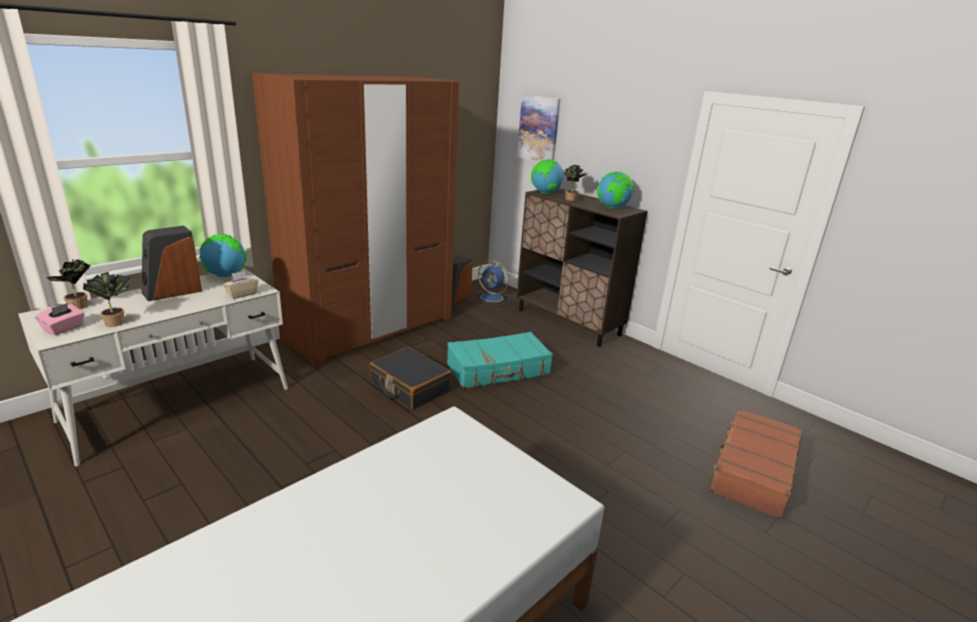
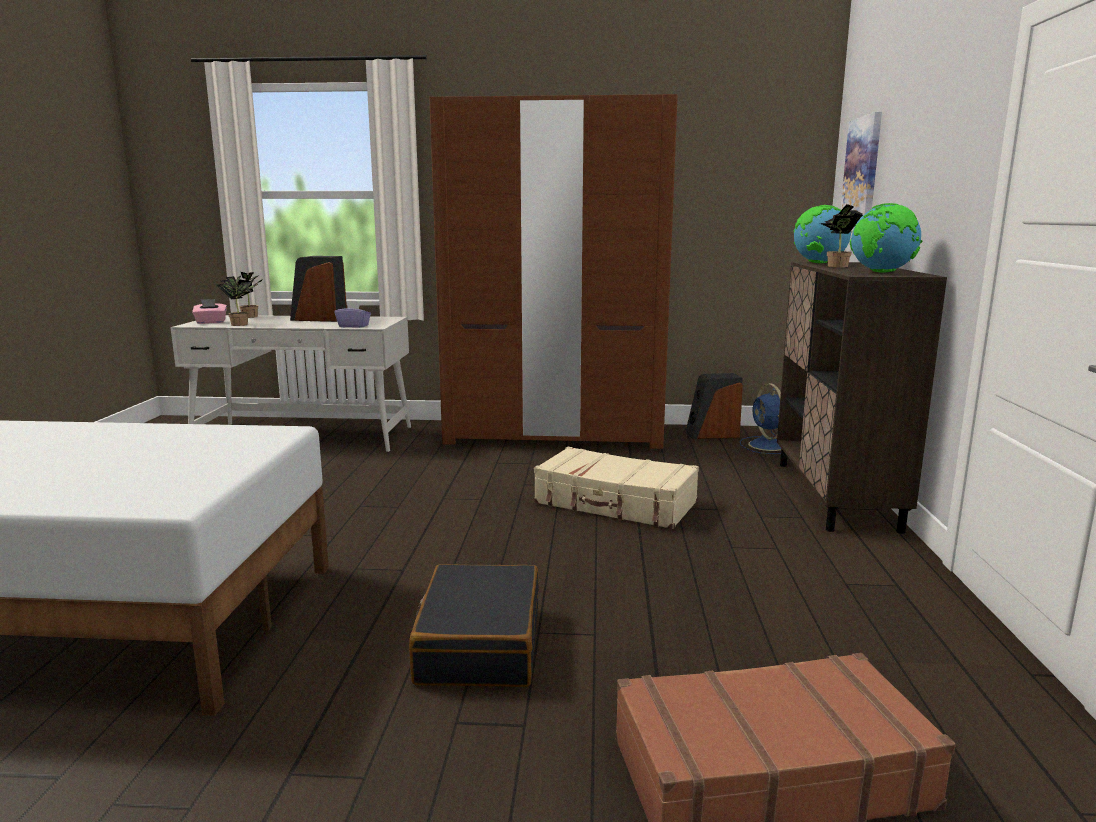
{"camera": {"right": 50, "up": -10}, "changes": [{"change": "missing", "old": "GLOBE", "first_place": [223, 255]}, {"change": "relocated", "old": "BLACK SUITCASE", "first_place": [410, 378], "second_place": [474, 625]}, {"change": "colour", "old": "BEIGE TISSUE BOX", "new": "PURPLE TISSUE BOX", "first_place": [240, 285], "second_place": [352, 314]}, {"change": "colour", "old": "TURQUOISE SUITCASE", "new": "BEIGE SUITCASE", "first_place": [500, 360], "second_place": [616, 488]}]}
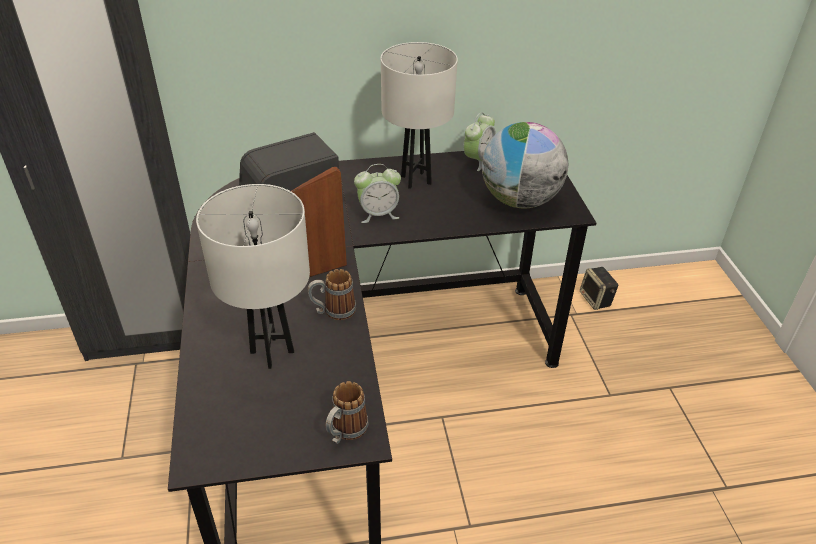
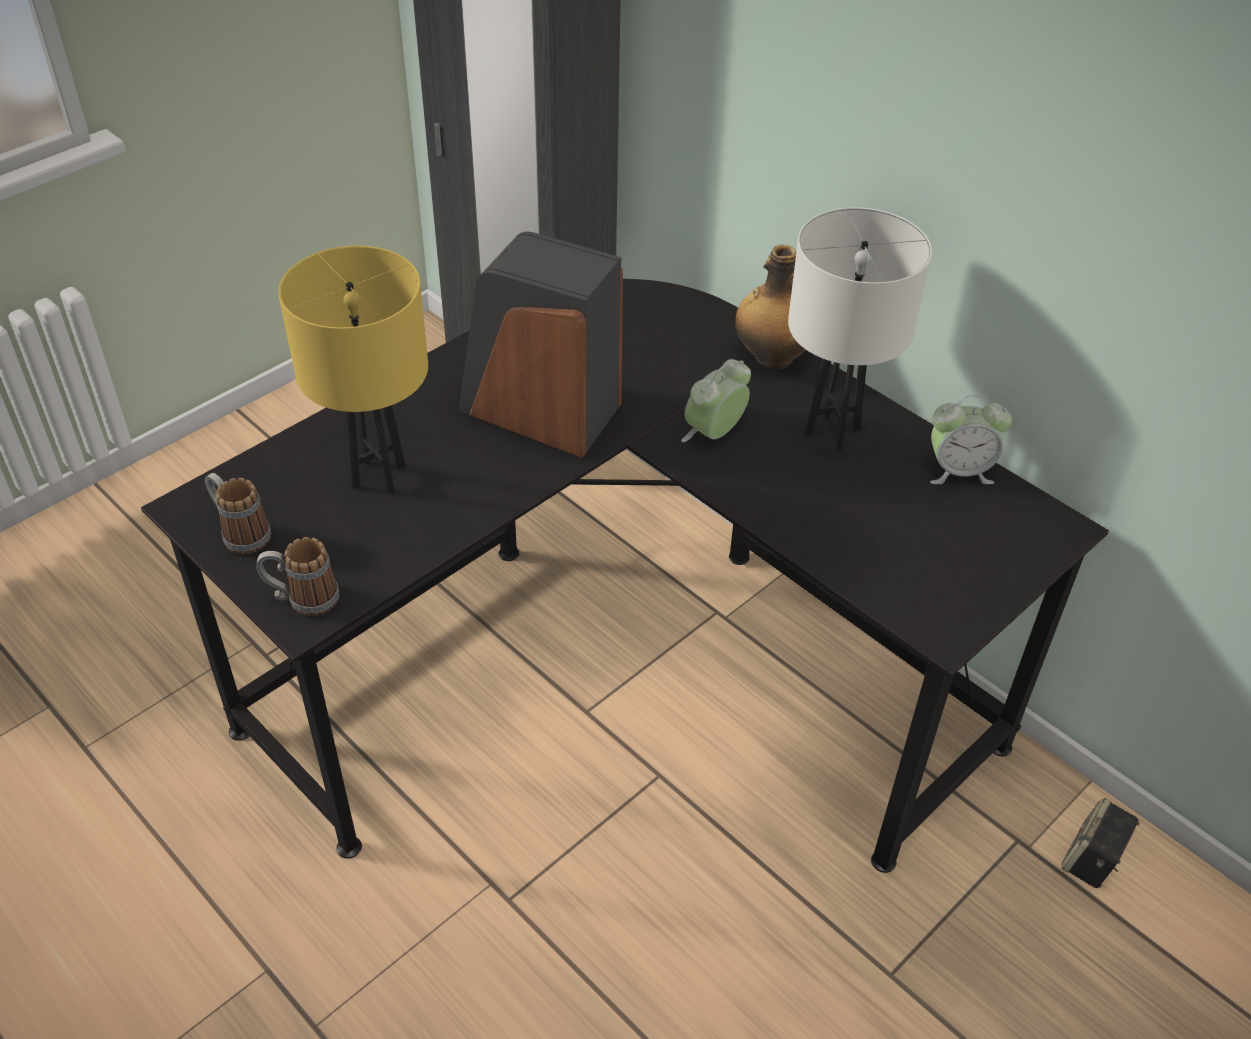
{"camera": {"right": 55, "up": 5}, "changes": [{"change": "missing", "old": "GLOBE", "first_place": [525, 165]}, {"change": "appeared", "new": "BOTTLE", "second_place": [770, 307]}, {"change": "relocated", "old": "MUG", "first_place": [331, 294], "second_place": [238, 513]}, {"change": "colour", "old": "WHITE TABLE LAMP", "new": "YELLOW TABLE LAMP", "first_place": [253, 276], "second_place": [353, 370]}, {"change": "spun", "old": "ALARM CLOCK", "first_place": [377, 193], "second_place": [716, 400], "degrees": 90}]}
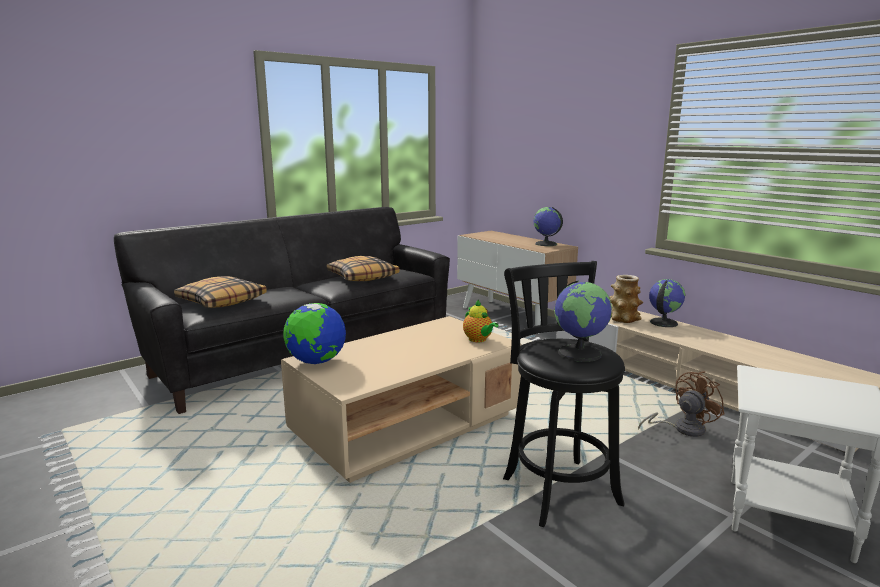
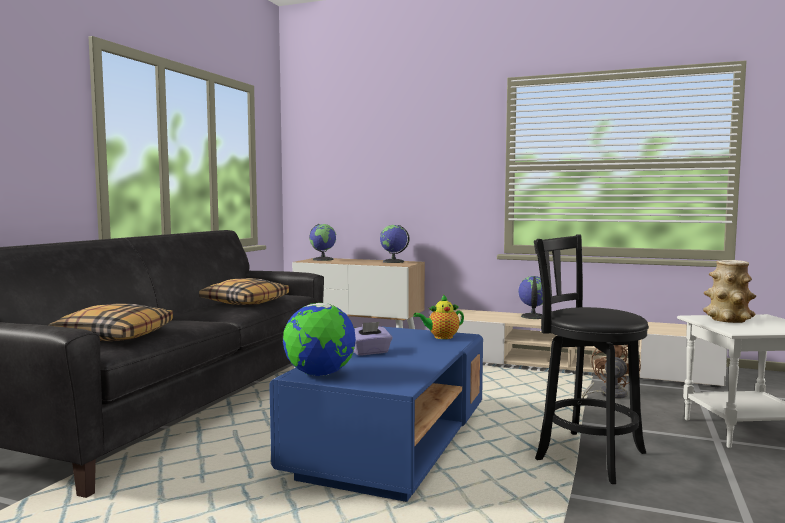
{"camera": {"right": -30, "up": -10}, "changes": [{"change": "appeared", "new": "PURPLE TISSUE BOX", "second_place": [372, 339]}, {"change": "relocated", "old": "GLOBE", "first_place": [583, 321], "second_place": [322, 242]}, {"change": "relocated", "old": "VASE", "first_place": [626, 299], "second_place": [729, 291]}, {"change": "colour", "old": "BEIGE COFFEE TABLE", "new": "BLUE COFFEE TABLE", "first_place": [401, 399], "second_place": [376, 414]}, {"change": "spun", "old": "TEAPOT", "first_place": [481, 321], "second_place": [438, 316], "degrees": 135}]}
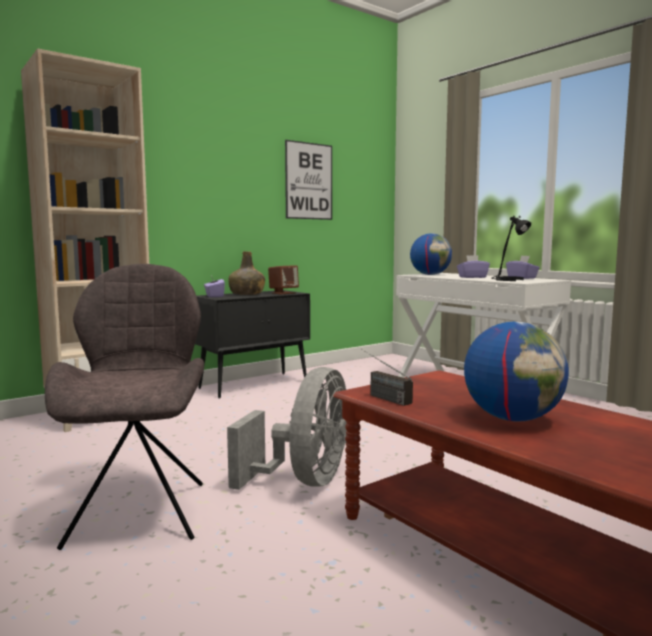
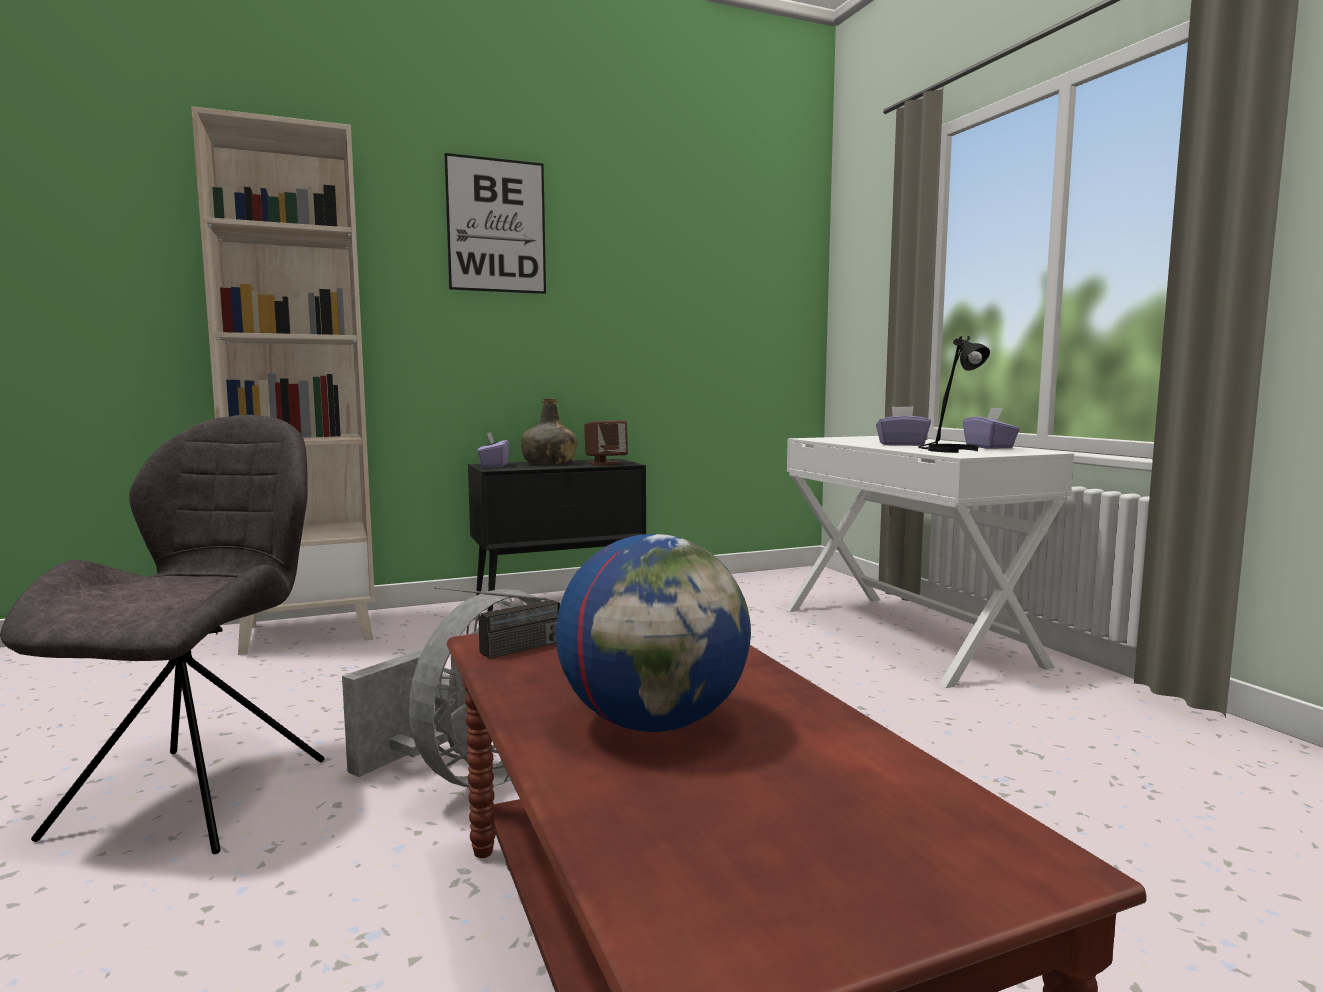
{"camera": {"right": 15, "up": 0}, "changes": [{"change": "missing", "old": "GLOBE", "first_place": [431, 254]}, {"change": "relocated", "old": "PICTURE", "first_place": [308, 180], "second_place": [495, 223]}, {"change": "spun", "old": "RADIO", "first_place": [387, 377], "second_place": [497, 623], "degrees": -105}]}
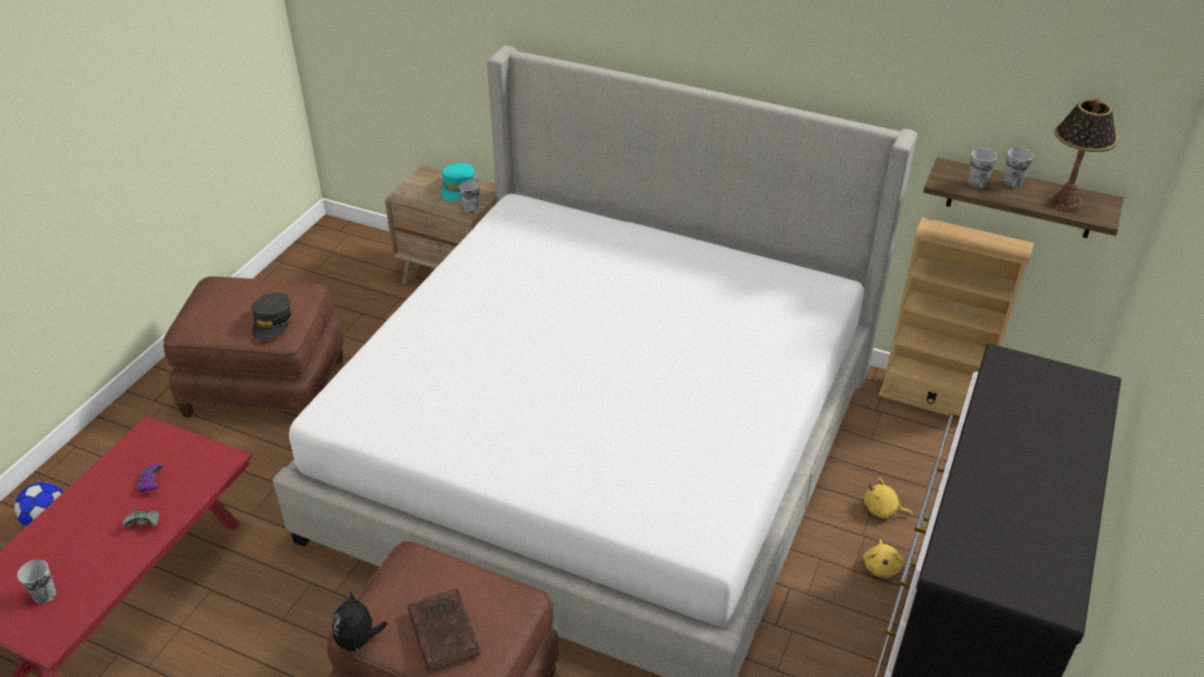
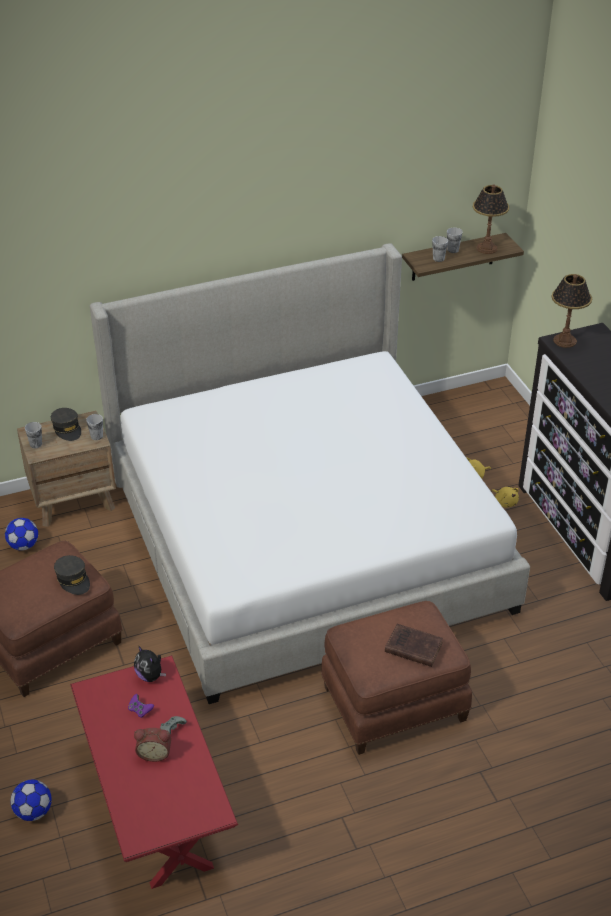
{"camera": {"right": -45, "up": 0}, "changes": [{"change": "missing", "old": "BEIGE BOOKCASE", "first_place": [956, 316]}, {"change": "appeared", "new": "FOOTBALL", "second_place": [21, 534]}, {"change": "appeared", "new": "ALARM CLOCK", "second_place": [152, 745]}, {"change": "appeared", "new": "TABLE LAMP", "second_place": [571, 311]}, {"change": "relocated", "old": "CUP", "first_place": [36, 582], "second_place": [33, 435]}, {"change": "relocated", "old": "PLUSH TOY", "first_place": [360, 623], "second_place": [150, 663]}, {"change": "colour", "old": "TURQUOISE CAP", "new": "GREY CAP", "first_place": [458, 182], "second_place": [66, 424]}]}
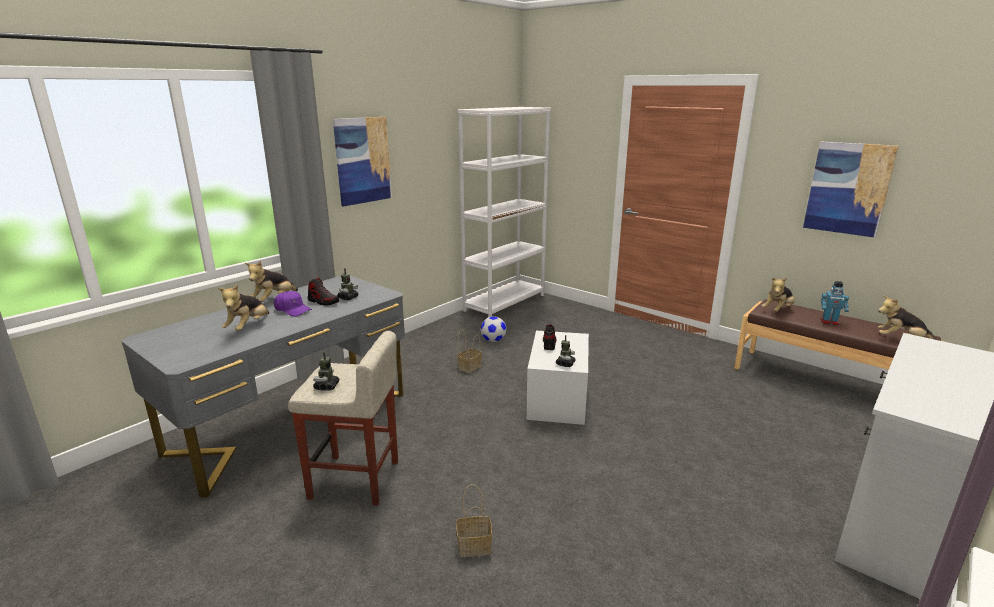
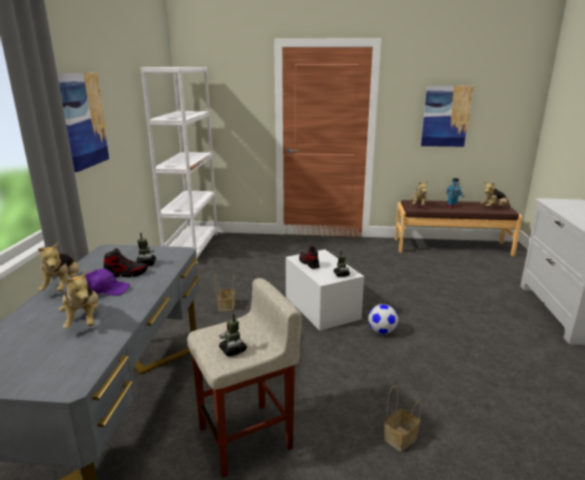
{"camera": {"right": -35, "up": 0}, "changes": [{"change": "relocated", "old": "FOOTBALL", "first_place": [493, 329], "second_place": [383, 319]}]}
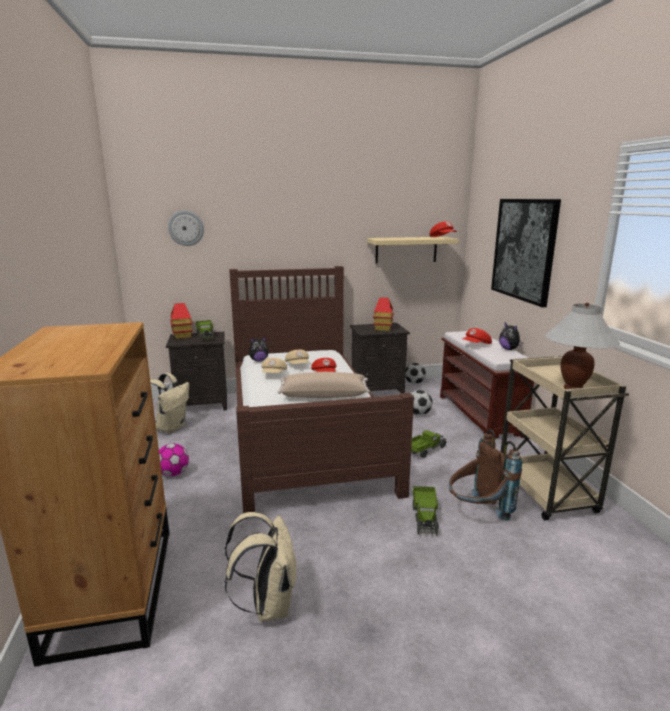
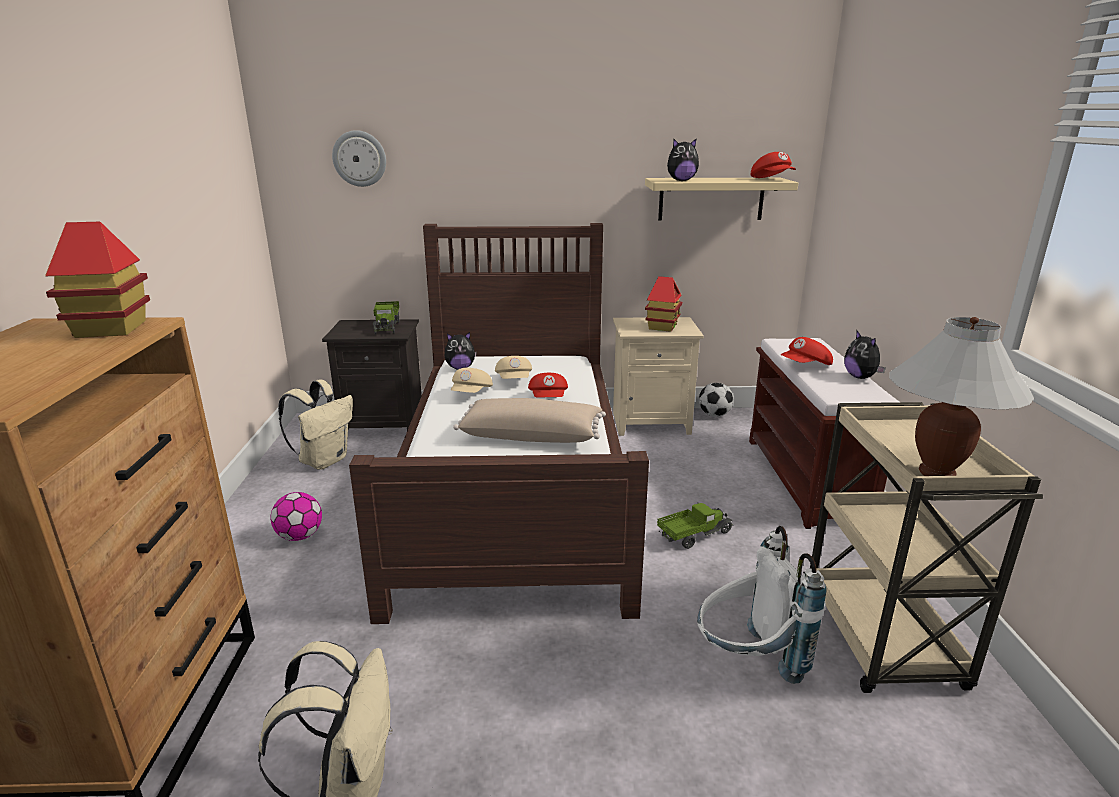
{"camera": {"right": 10, "up": 5}, "changes": [{"change": "missing", "old": "FOOTBALL", "first_place": [422, 402]}, {"change": "missing", "old": "TOY TRUCK", "first_place": [427, 510]}, {"change": "missing", "old": "PICTURE", "first_place": [526, 253]}, {"change": "appeared", "new": "PLUSH TOY", "second_place": [683, 159]}, {"change": "relocated", "old": "TOY HOUSE", "first_place": [181, 321], "second_place": [97, 280]}, {"change": "colour", "old": "BLACK NIGHTSTAND", "new": "BEIGE NIGHTSTAND", "first_place": [380, 358], "second_place": [658, 376]}, {"change": "colour", "old": "BROWN BACKPACK", "new": "WHITE BACKPACK", "first_place": [485, 475], "second_place": [761, 605]}]}
